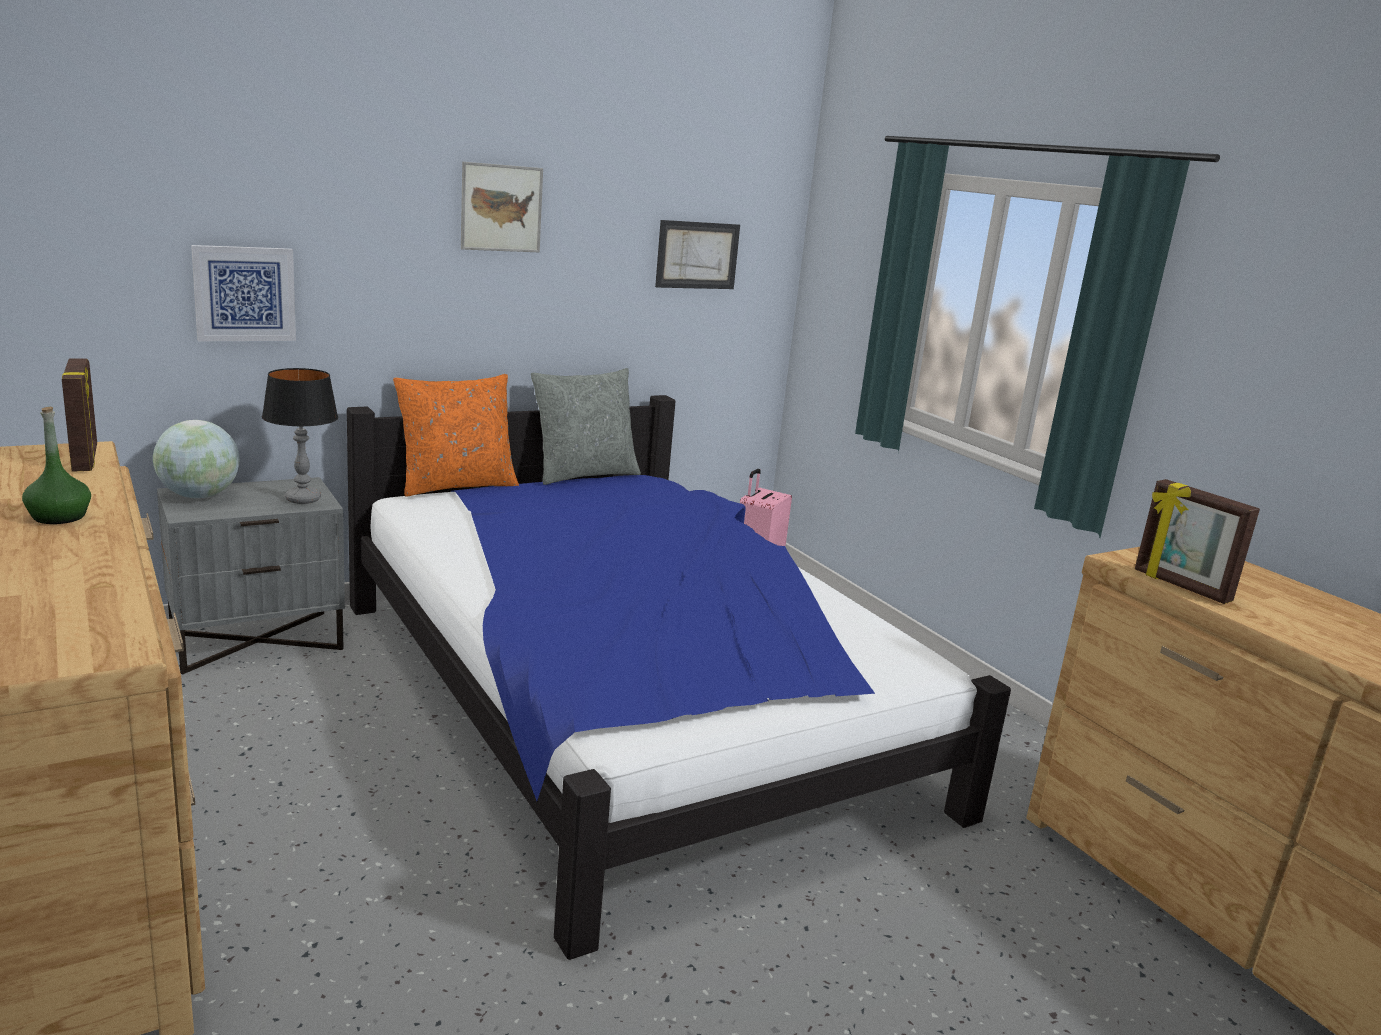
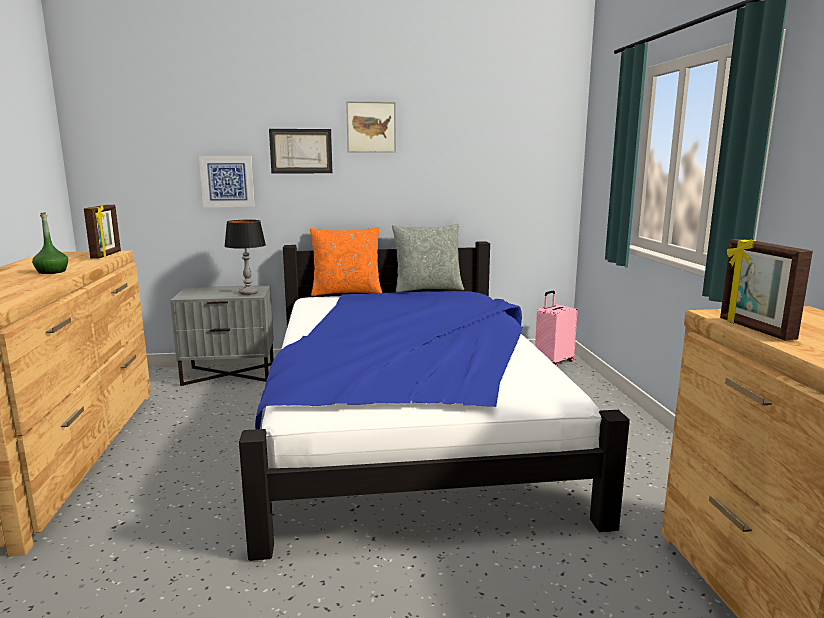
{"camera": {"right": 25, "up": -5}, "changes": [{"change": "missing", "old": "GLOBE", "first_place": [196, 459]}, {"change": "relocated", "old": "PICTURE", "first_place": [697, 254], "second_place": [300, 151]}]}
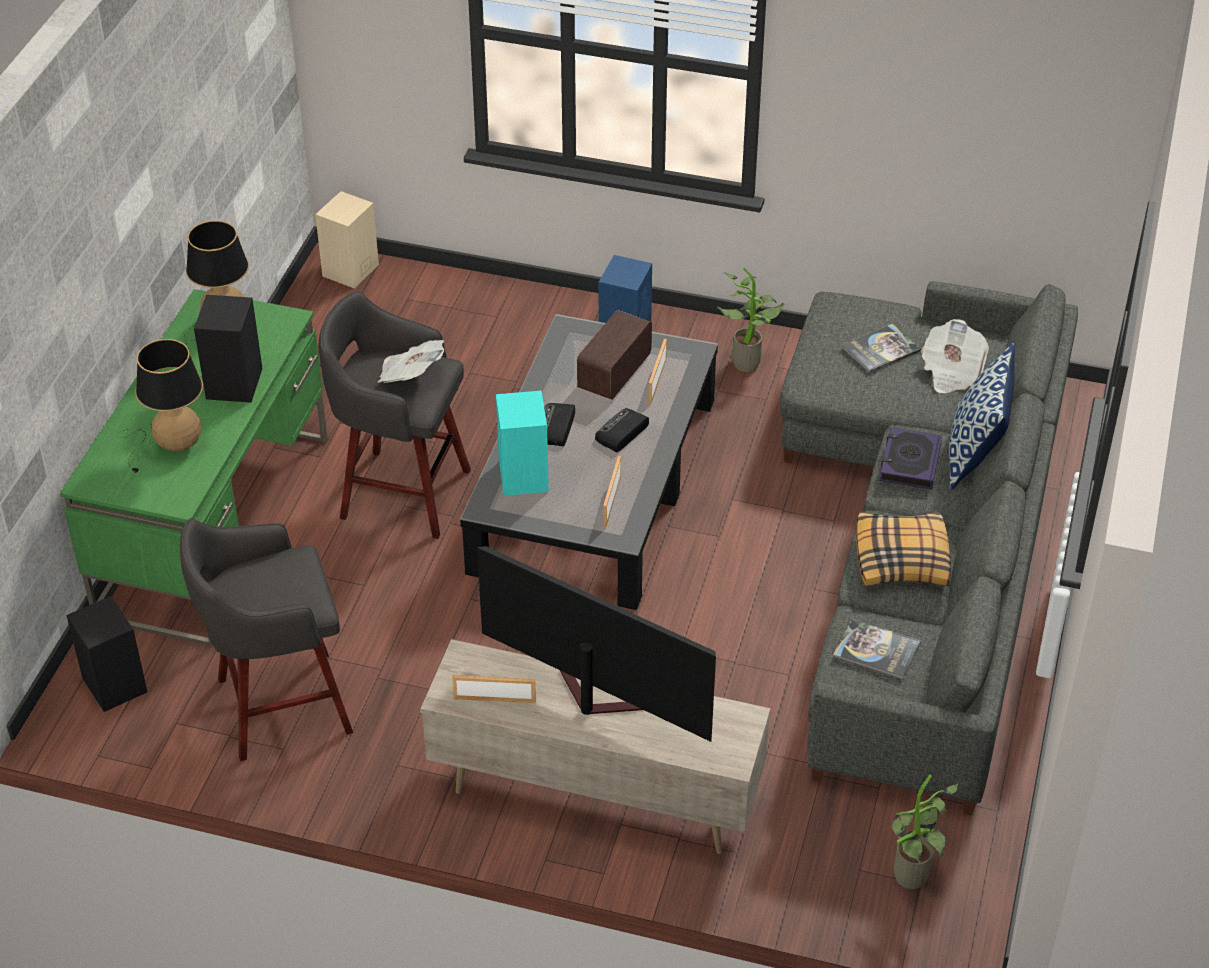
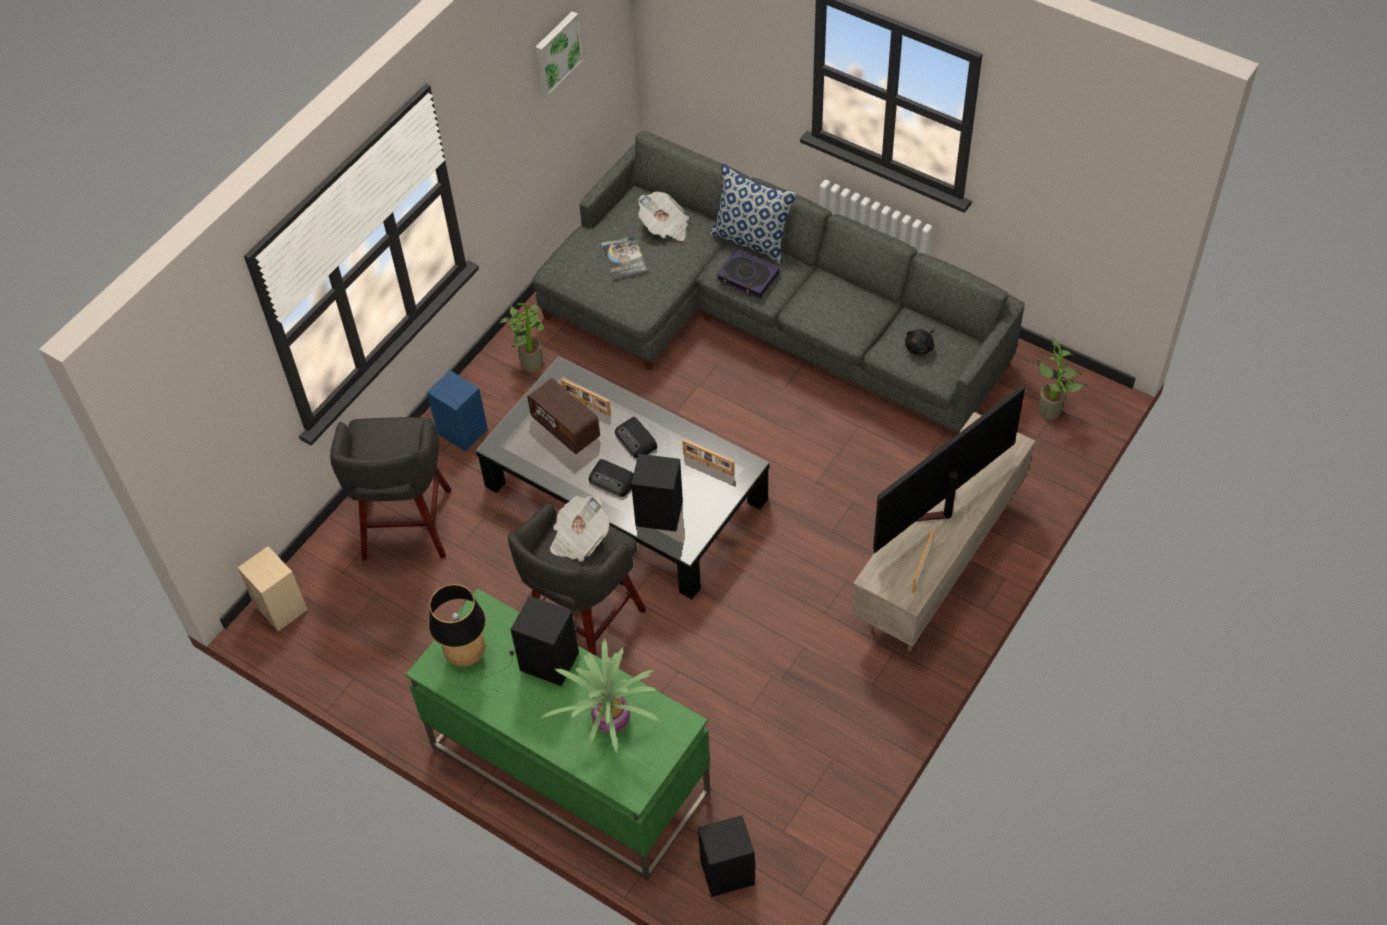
{"camera": {"right": -70, "up": 10}, "changes": [{"change": "missing", "old": "PILLOW", "first_place": [903, 549]}, {"change": "appeared", "new": "PICTURE", "second_place": [559, 54]}, {"change": "relocated", "old": "GREY STOOL", "first_place": [266, 639], "second_place": [390, 489]}, {"change": "exchanged", "old": "TABLE LAMP", "new": "POTTED PLANT", "first_place": [163, 406], "second_place": [600, 696]}, {"change": "exchanged", "old": "BOOK", "new": "BLACK PLUSH TOY", "first_place": [877, 648], "second_place": [920, 342]}, {"change": "colour", "old": "TURQUOISE SPEAKER", "new": "BLACK SPEAKER", "first_place": [522, 443], "second_place": [657, 493]}]}
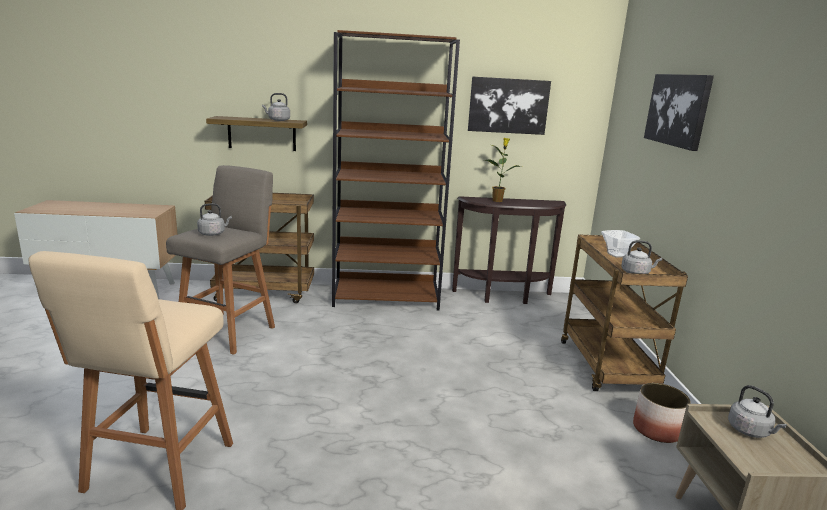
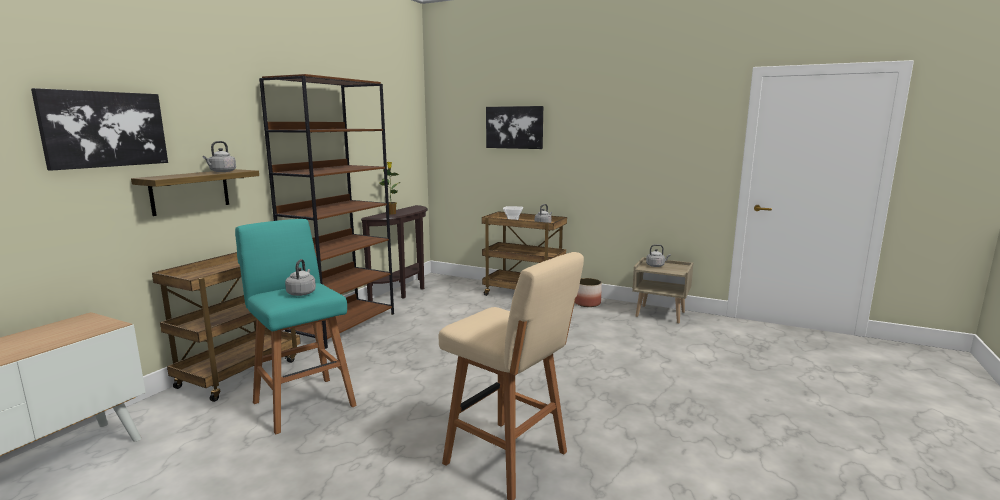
{"camera": {"right": -60, "up": -5}, "changes": [{"change": "relocated", "old": "PICTURE", "first_place": [509, 106], "second_place": [99, 129]}, {"change": "colour", "old": "GREY STOOL", "new": "TURQUOISE STOOL", "first_place": [220, 260], "second_place": [296, 326]}]}
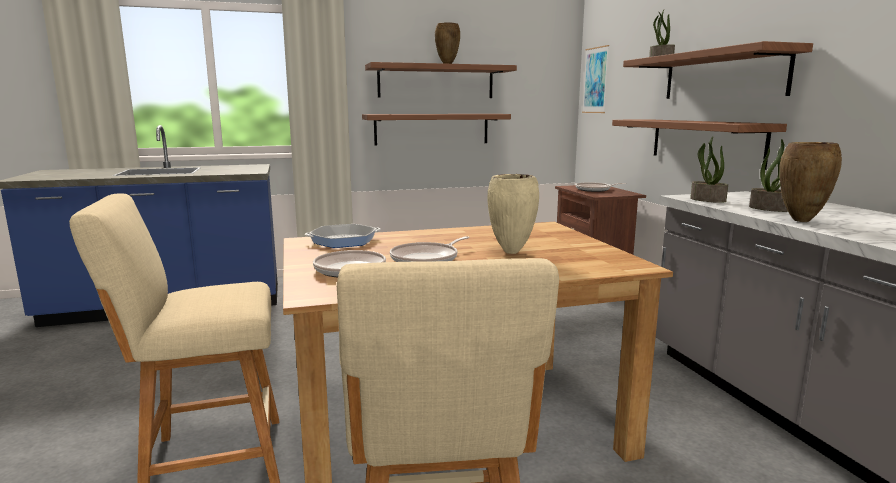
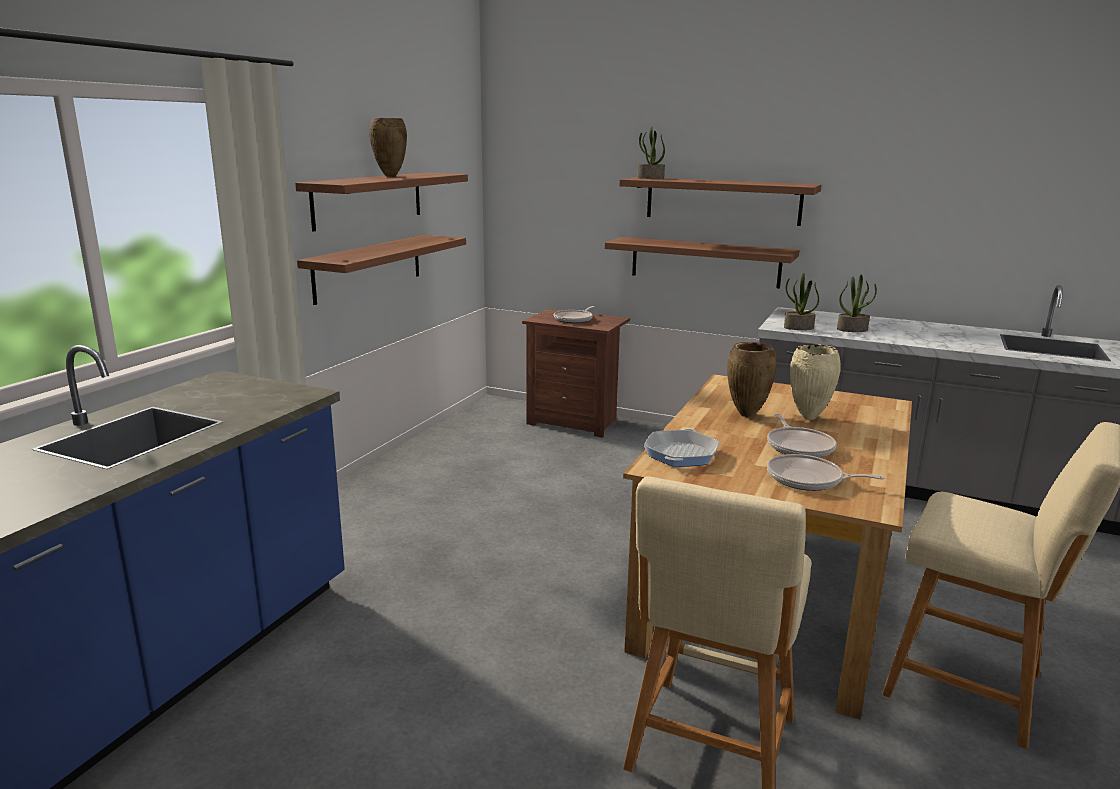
{"camera": {"right": -50, "up": 5}, "changes": [{"change": "missing", "old": "PICTURE", "first_place": [595, 79]}, {"change": "relocated", "old": "BROWN VASE", "first_place": [810, 182], "second_place": [752, 379]}]}
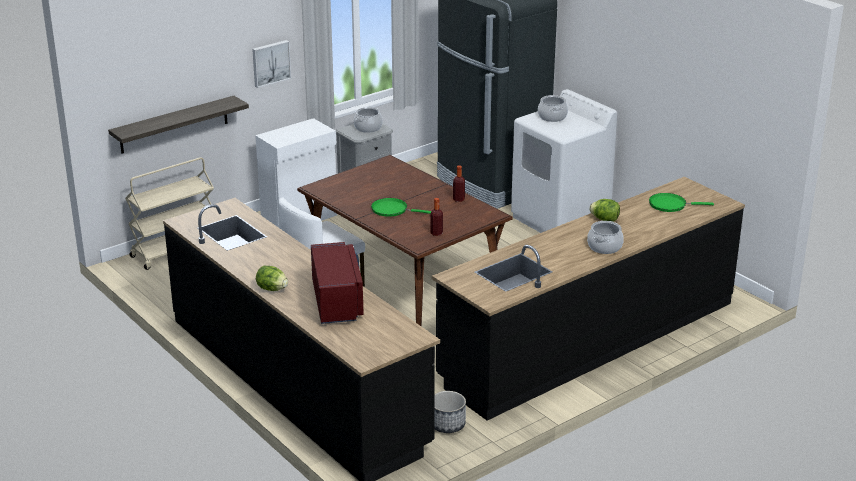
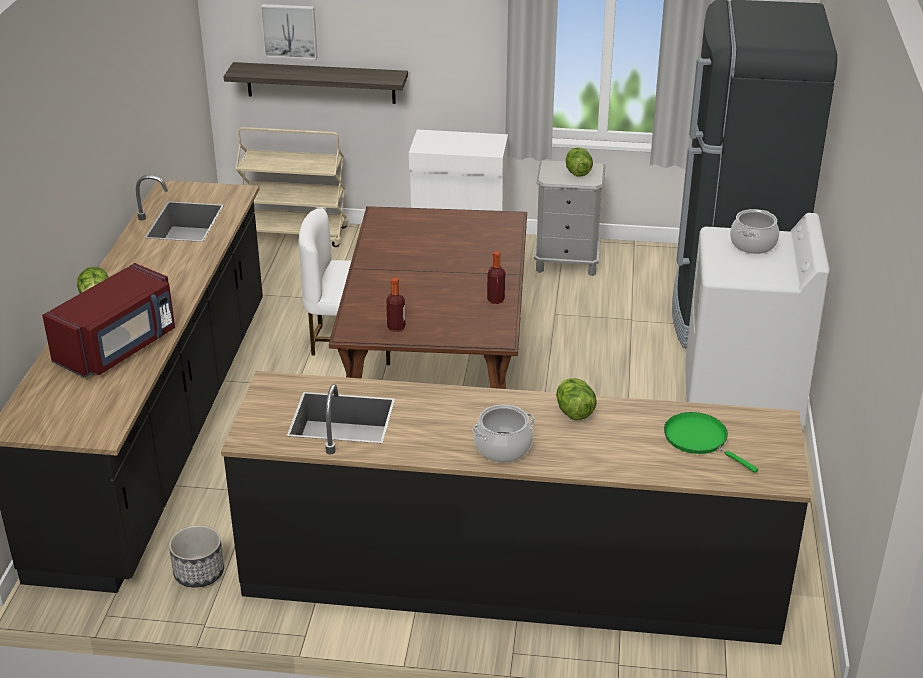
{"camera": {"right": 45, "up": 5}, "changes": [{"change": "missing", "old": "GREEN FRYING PAN", "first_place": [401, 207]}, {"change": "relocated", "old": "PICTURE", "first_place": [271, 64], "second_place": [289, 32]}, {"change": "exchanged", "old": "COOKING POT", "new": "LETTUCE", "first_place": [368, 120], "second_place": [579, 162]}]}
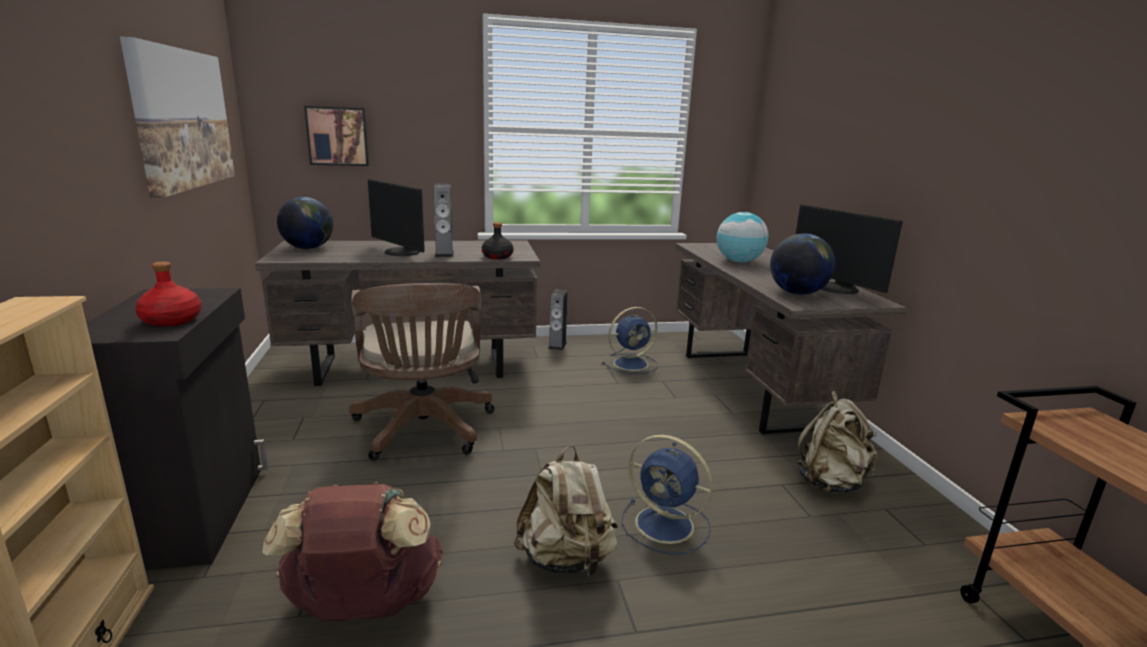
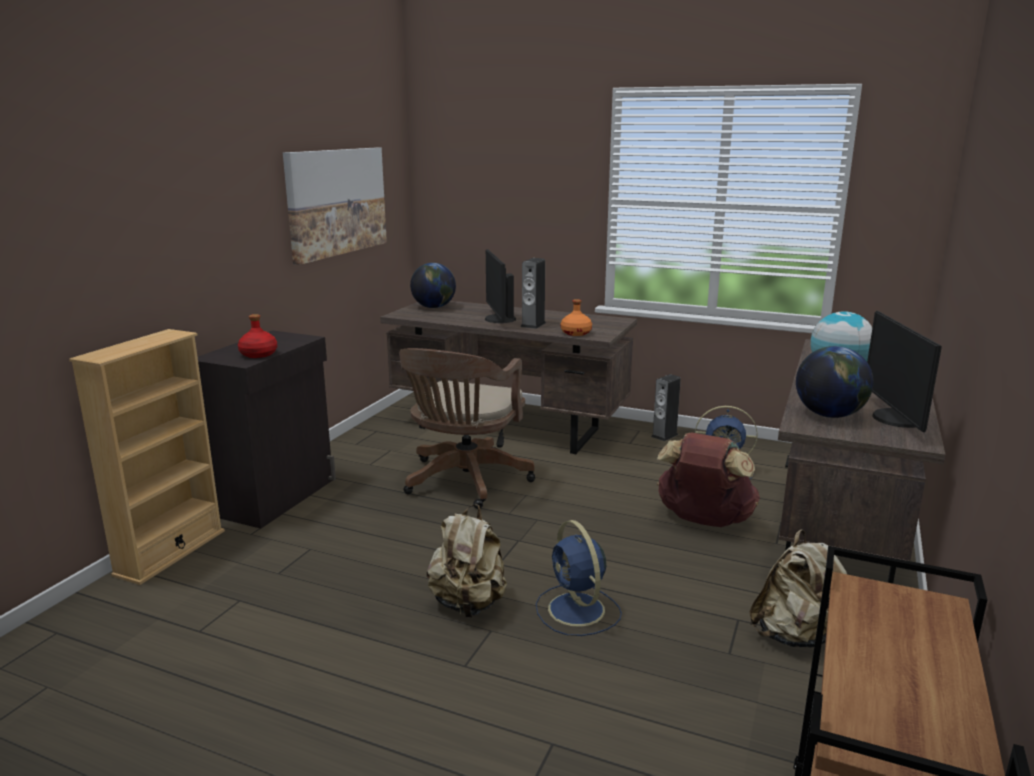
{"camera": {"right": 35, "up": 0}, "changes": [{"change": "missing", "old": "PICTURE", "first_place": [336, 136]}, {"change": "relocated", "old": "BROWN BACKPACK", "first_place": [352, 551], "second_place": [708, 479]}, {"change": "colour", "old": "BLACK BOTTLE", "new": "ORANGE BOTTLE", "first_place": [498, 240], "second_place": [576, 317]}]}
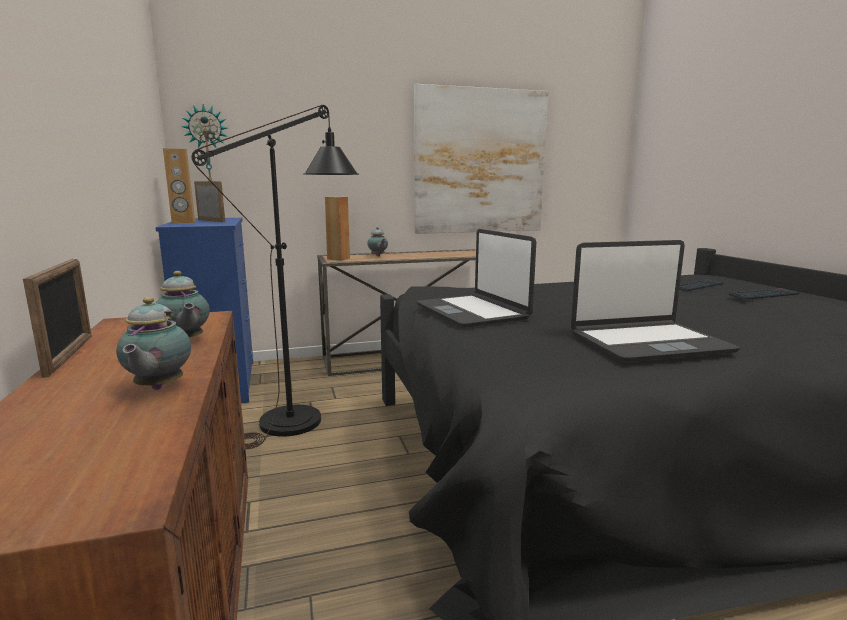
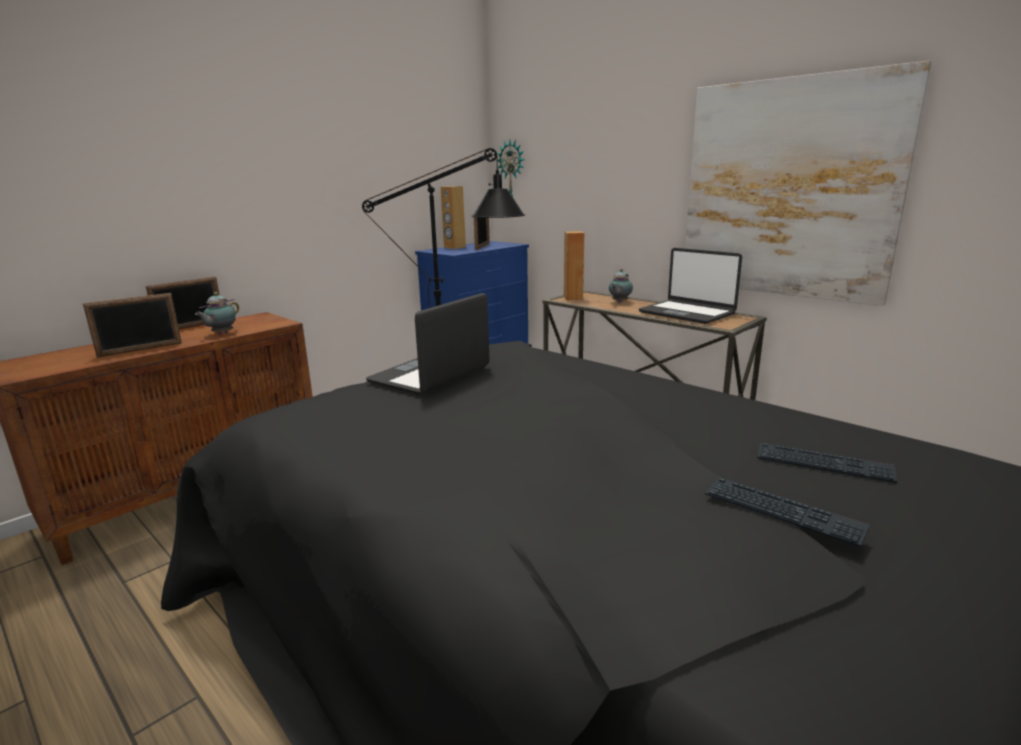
{"camera": {"right": 60, "up": 5}, "changes": [{"change": "relocated", "old": "LAPTOP", "first_place": [655, 301], "second_place": [690, 286]}, {"change": "exchanged", "old": "TEAPOT", "new": "PICTURE FRAME", "first_place": [153, 343], "second_place": [132, 325]}]}
